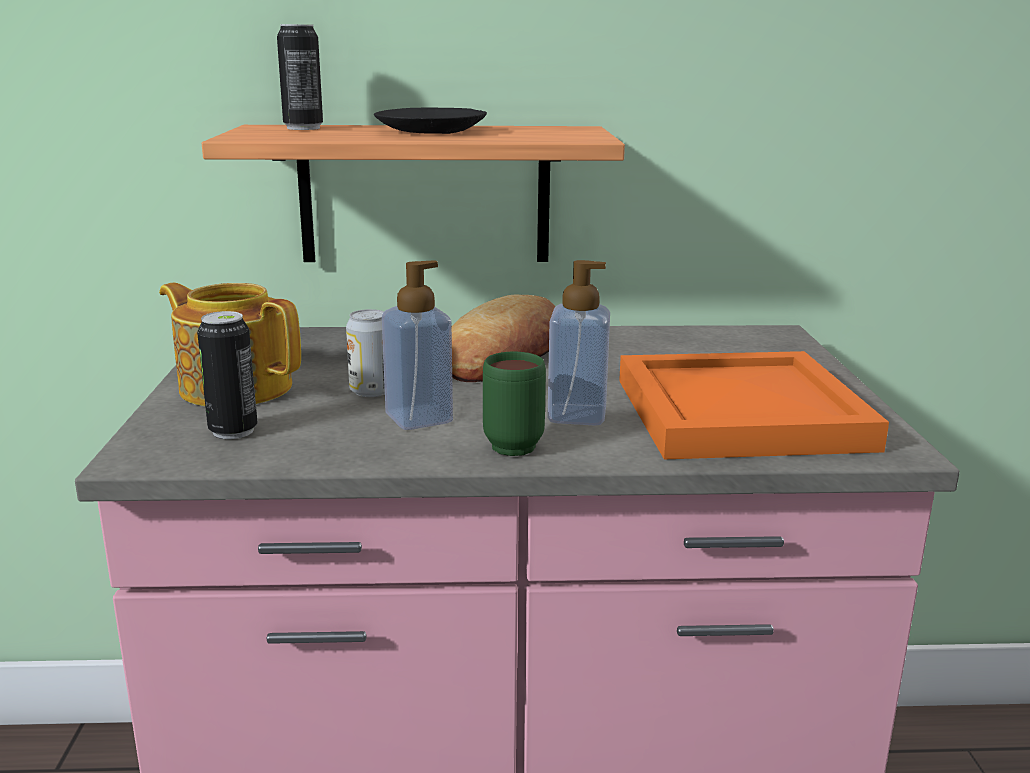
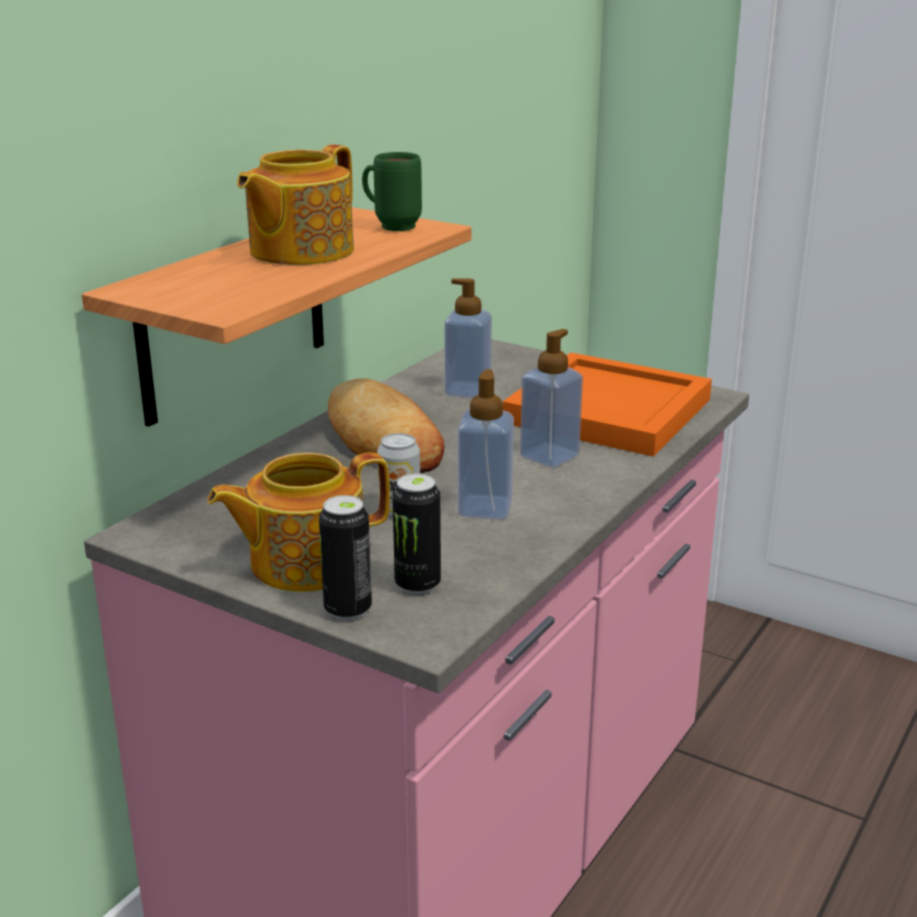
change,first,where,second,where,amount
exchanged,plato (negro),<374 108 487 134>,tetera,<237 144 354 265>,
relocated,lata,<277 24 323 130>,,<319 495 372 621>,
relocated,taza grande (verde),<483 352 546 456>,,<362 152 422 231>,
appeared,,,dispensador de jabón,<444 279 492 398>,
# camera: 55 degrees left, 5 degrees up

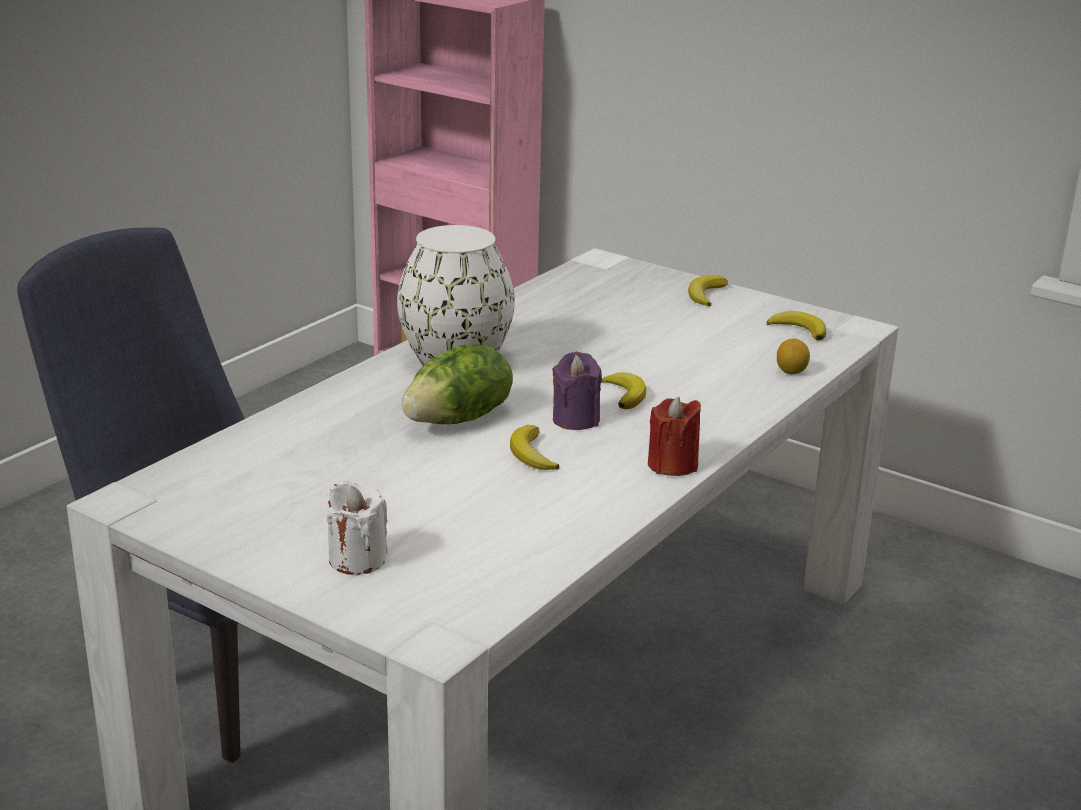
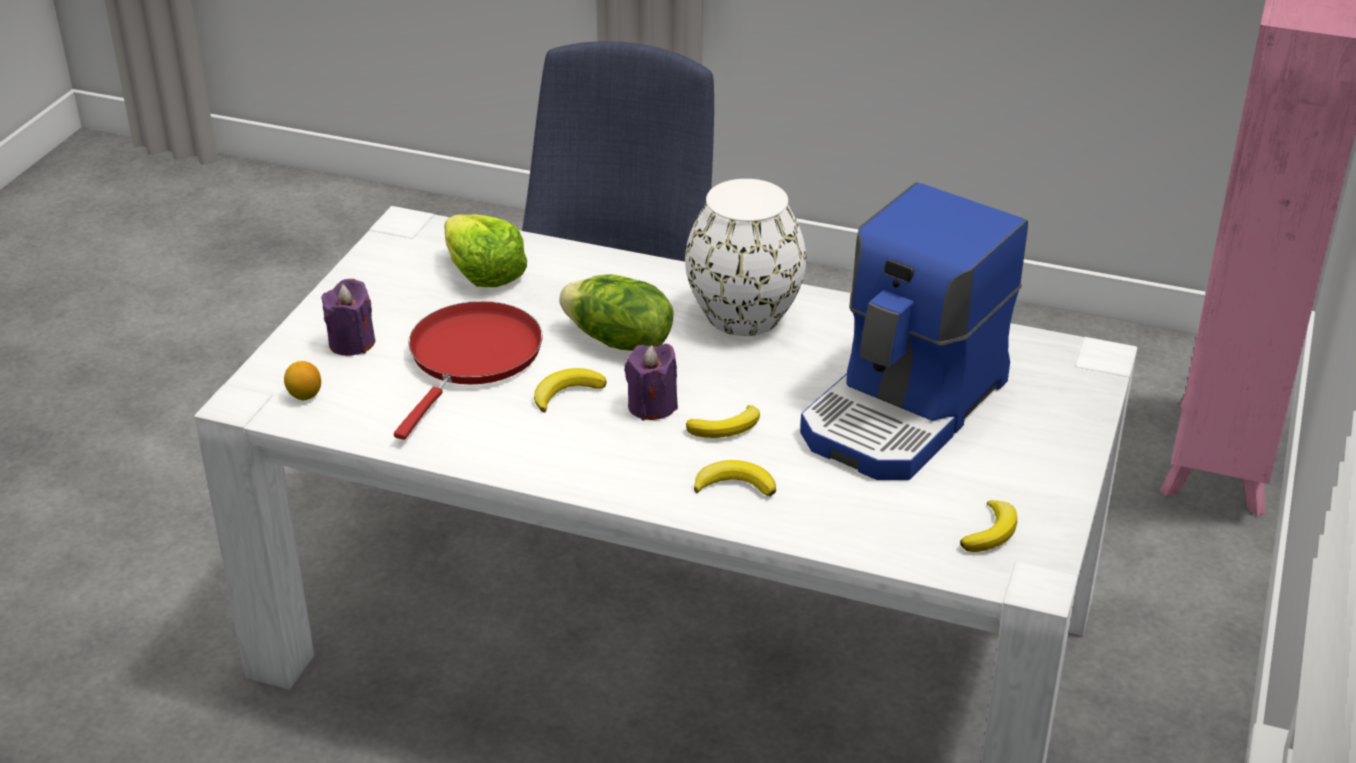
change,first,where,second,where,amount
relocated,limón,<777 339 810 374>,,<284 361 321 400>,
colour,vela (blanco),<327 481 388 575>,vela (morado),<321 279 375 356>,
appeared,,,sartén (rojo),<394 301 543 440>,
appeared,,,lechuga,<444 214 527 287>,
relocated,plátano,<688 275 728 307>,,<694 460 776 496>,
appeared,,,cafetera,<800 182 1028 480>,
missing,vela (rojo),<648 396 701 476>,,,
# camera: 75 degrees right, 10 degrees up

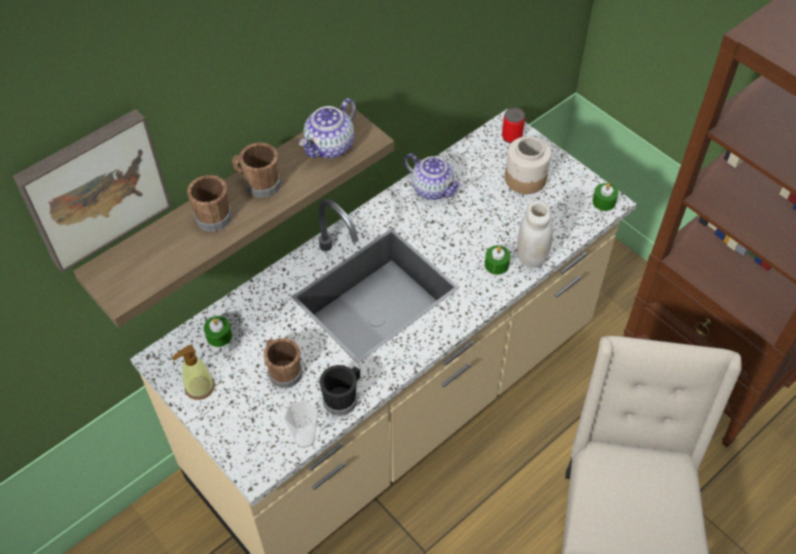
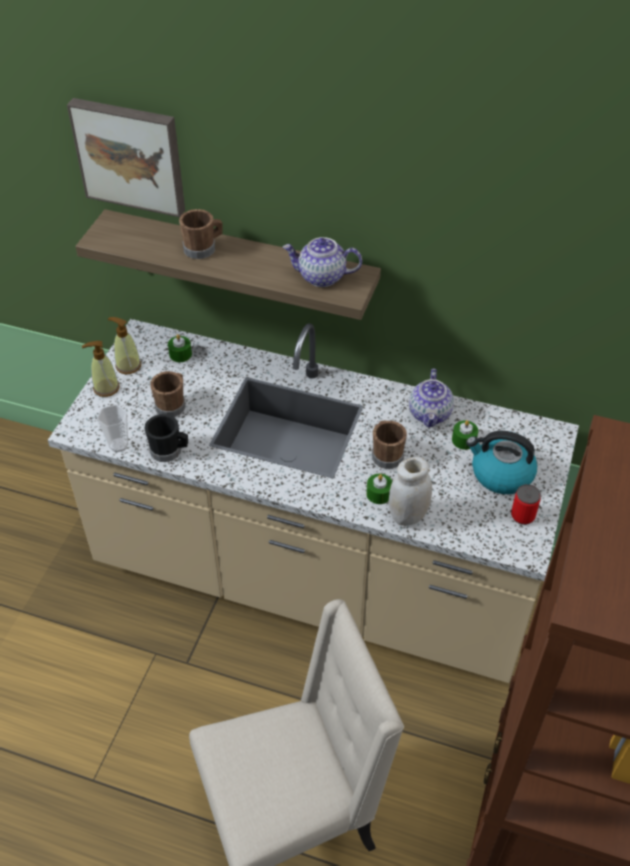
change,first,where,second,where,amount
appeared,,,dispensador de jabón,<82 341 120 397>,
relocated,taza grande (marrón),<232 143 281 198>,,<372 421 407 469>,
relocated,vela (verde),<592 183 618 211>,,<452 420 478 450>,
exchanged,tarro,<505 136 551 194>,hervidor,<466 431 537 494>,
relocated,lata,<502 108 525 143>,,<511 484 541 525>,
# camera: 60 degrees right, 5 degrees down

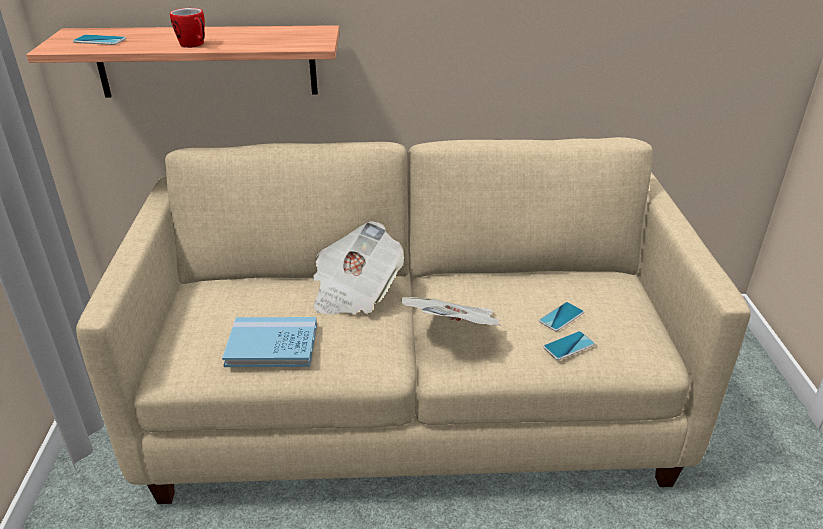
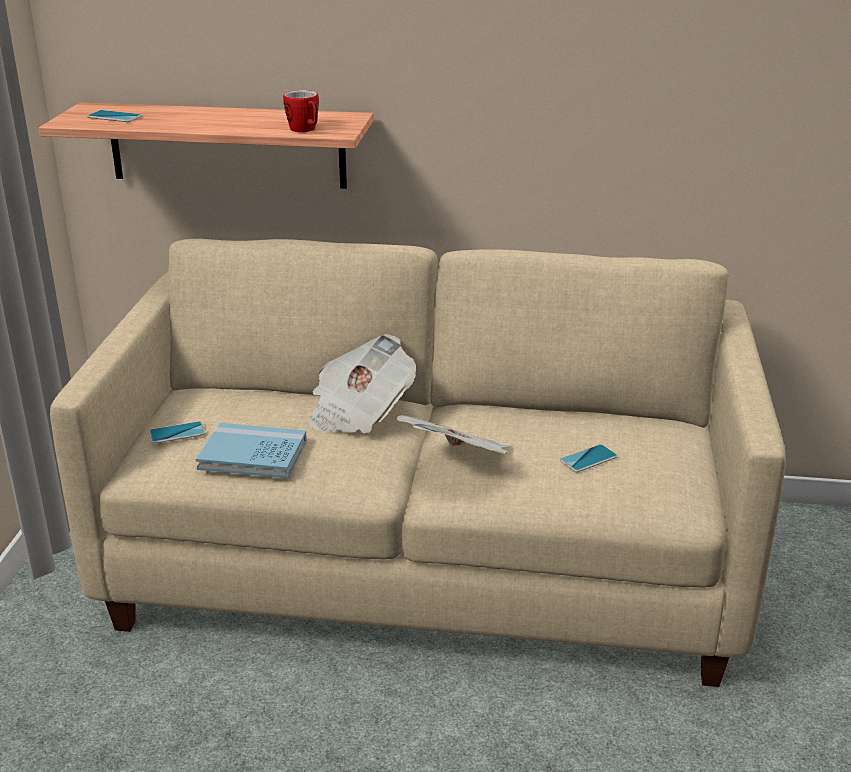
change,first,where,second,where,amount
relocated,móvil,<543 331 595 360>,,<149 421 205 444>,
relocated,taza grande,<170 8 205 48>,,<283 90 319 132>,
# camera: 10 degrees right, 5 degrees down

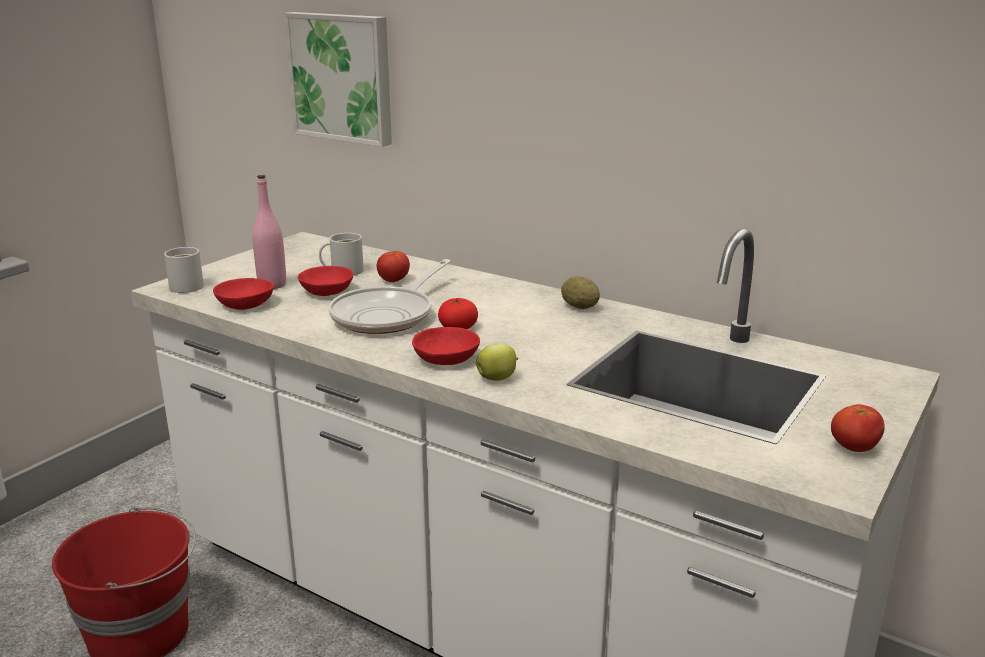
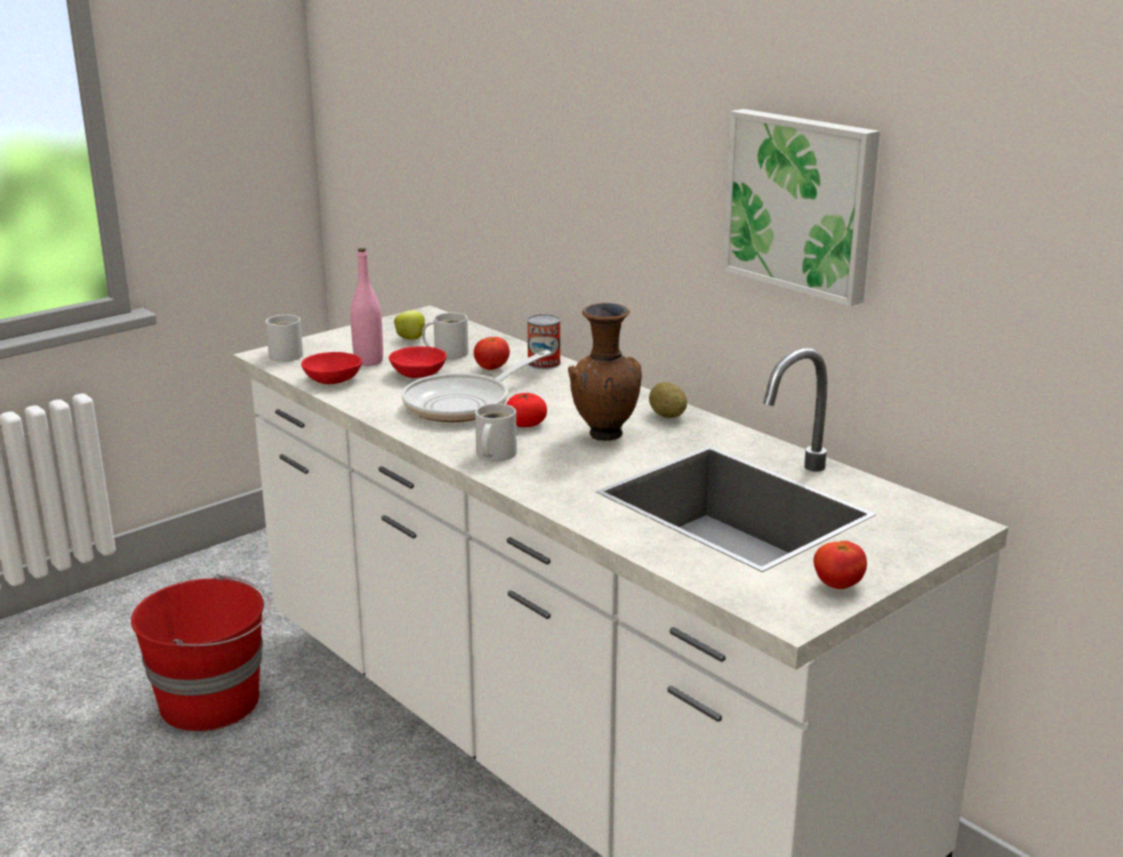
change,first,where,second,where,amount
relocated,manzana,<476 343 518 381>,,<394 310 425 340>,
exchanged,cuenco (rojo),<412 327 480 365>,taza grande (blanco),<475 403 517 461>,
appeared,,,lata,<527 314 561 369>,
appeared,,,florero (marrón),<568 303 642 441>,
relocated,cuadro,<284 12 392 147>,,<722 109 880 307>,
# camera: 15 degrees right, 0 degrees up

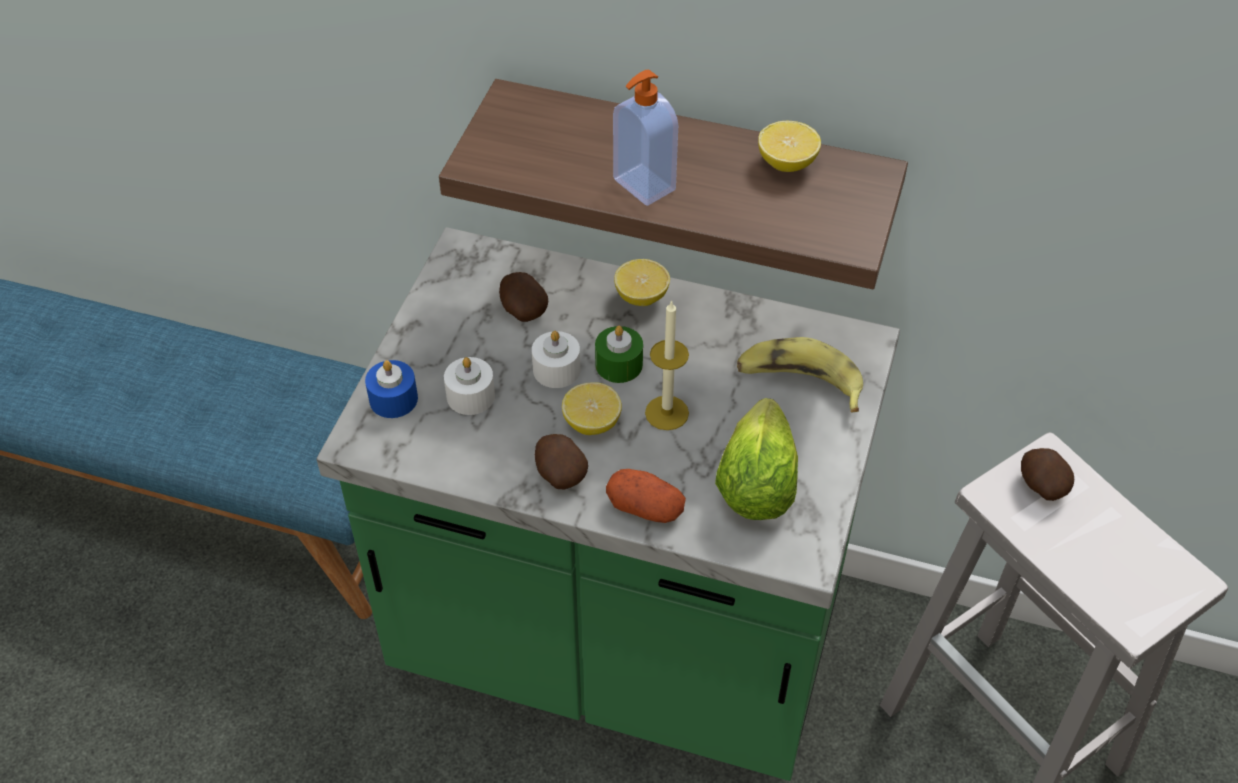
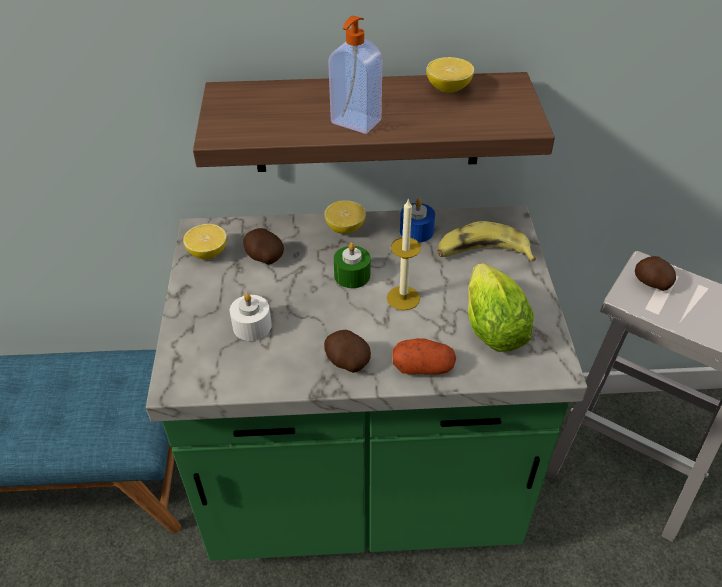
change,first,where,second,where,amount
relocated,limón,<562 382 622 435>,,<183 224 227 260>,
relocated,vela (azul),<365 360 418 418>,,<400 198 435 242>,
missing,vela (blanco),<532 331 580 388>,,,
# camera: 20 degrees left, 5 degrees down

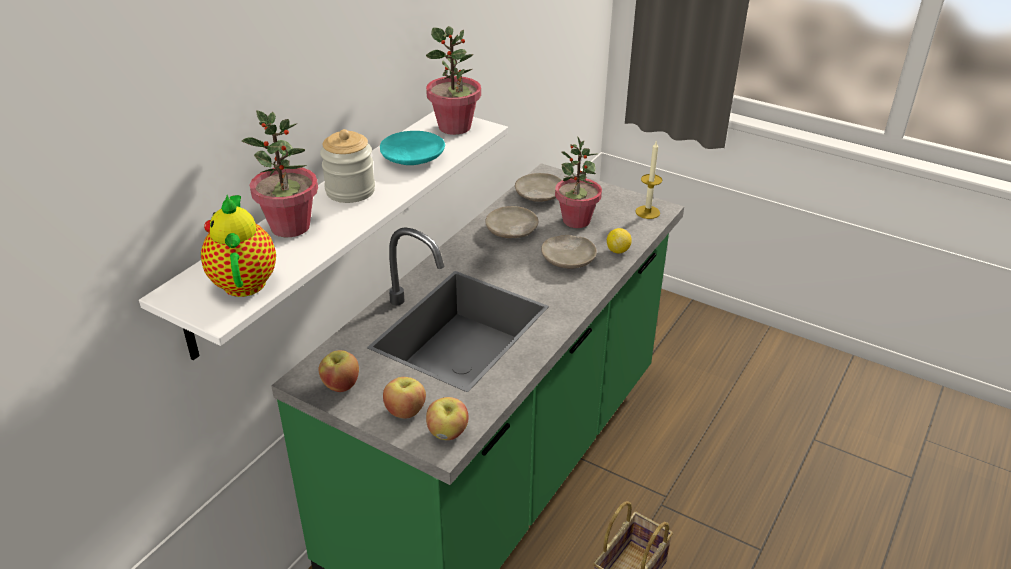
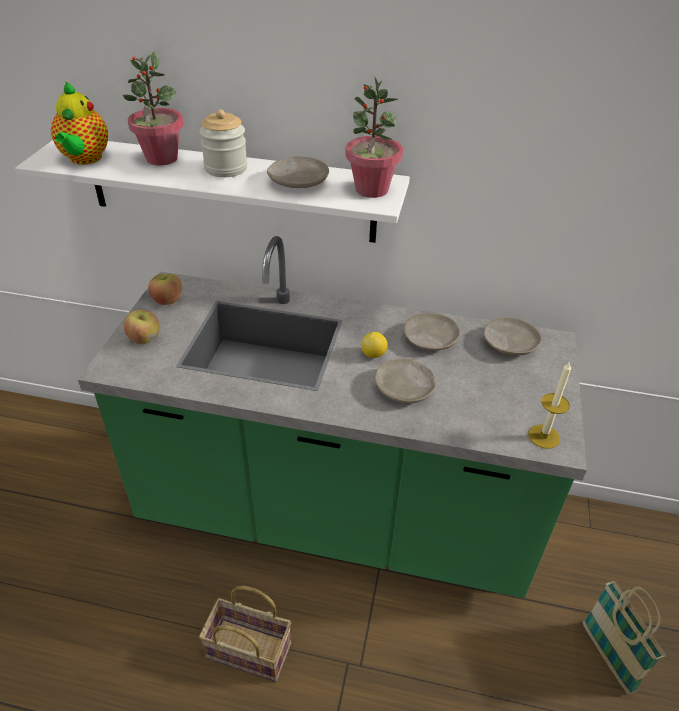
change,first,where,second,where,amount
spun,tetera,<201 195 276 297>,,<51 82 108 165>,120 degrees clockwise
colour,plato (turquesa),<380 131 445 165>,plato (beis),<267 156 329 188>,
relocated,limón,<607 228 632 254>,,<361 332 388 358>,
appeared,,,cesta,<583 581 666 694>,
missing,manzana,<426 397 469 440>,,,
missing,planta en maceta,<555 136 602 228>,,,
# camera: 70 degrees right, 5 degrees up

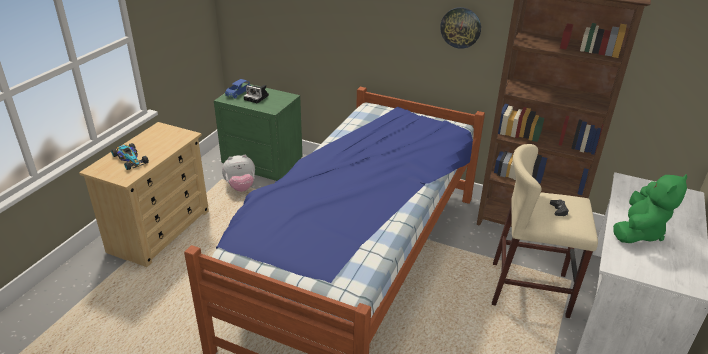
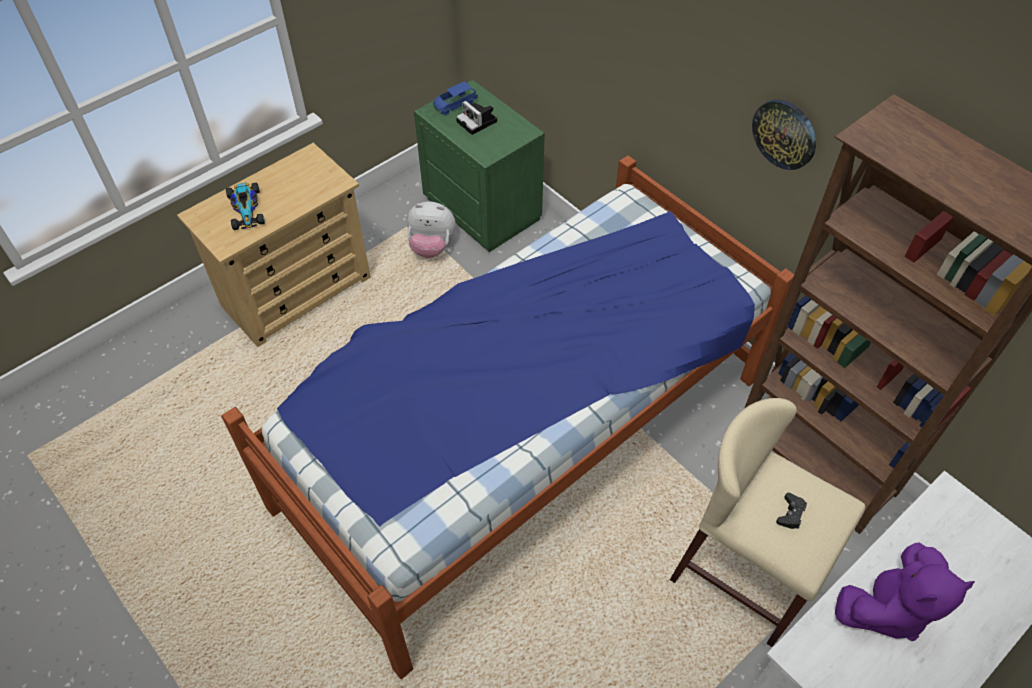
change,first,where,second,where,amount
colour,peluche (verde),<613 174 687 243>,peluche (morado),<835 543 975 641>,
# camera: 25 degrees right, 20 degrees up

